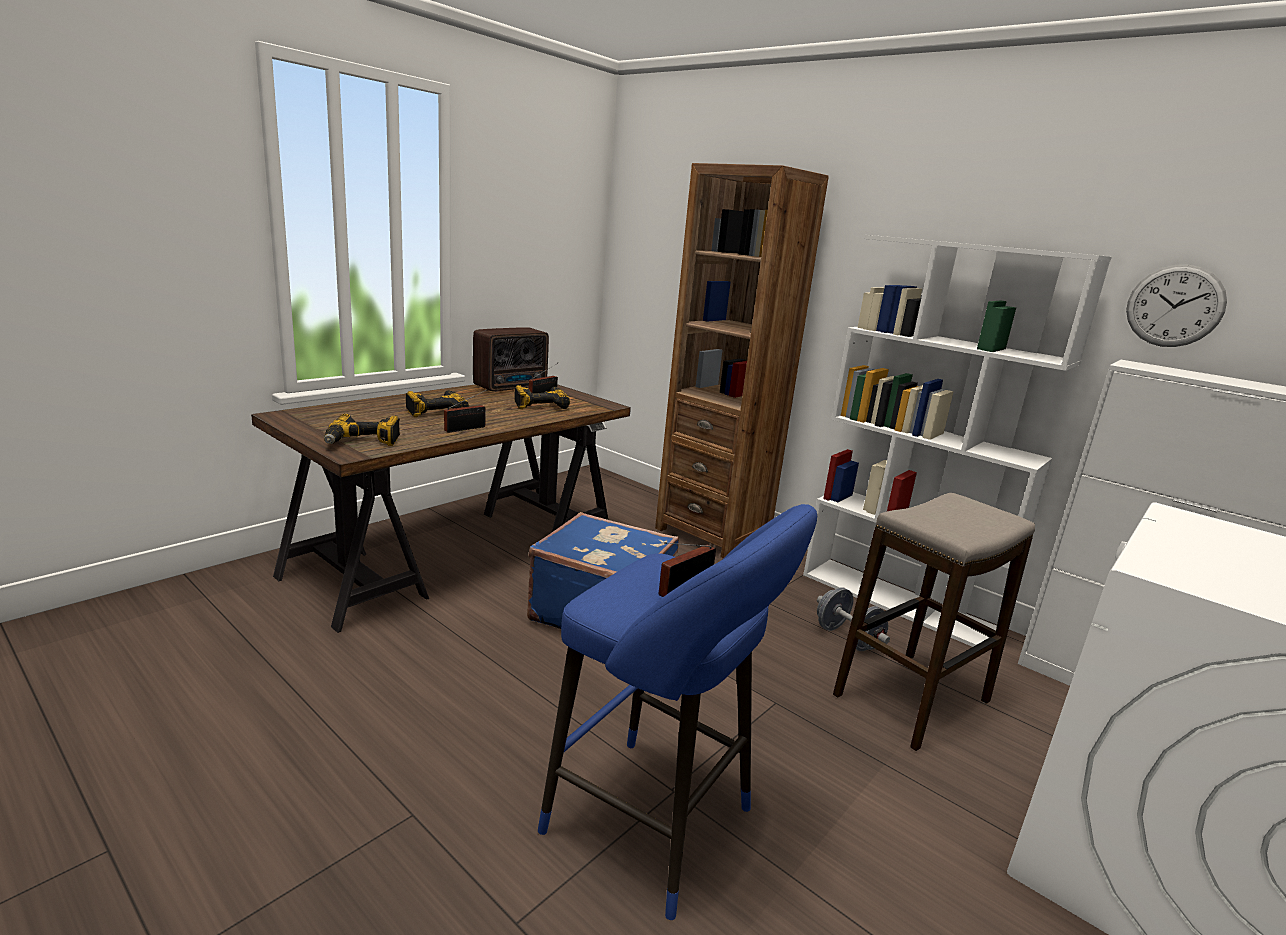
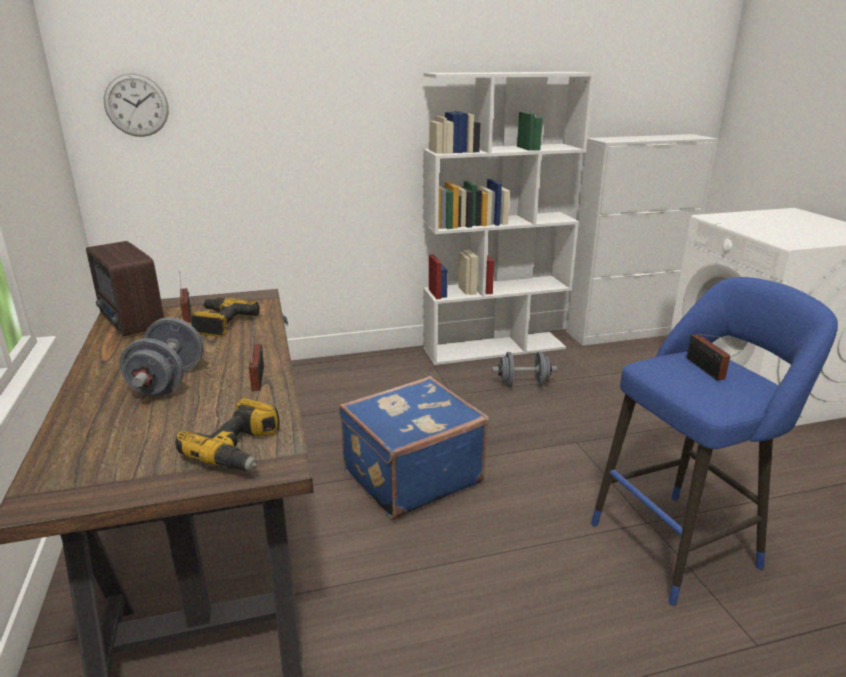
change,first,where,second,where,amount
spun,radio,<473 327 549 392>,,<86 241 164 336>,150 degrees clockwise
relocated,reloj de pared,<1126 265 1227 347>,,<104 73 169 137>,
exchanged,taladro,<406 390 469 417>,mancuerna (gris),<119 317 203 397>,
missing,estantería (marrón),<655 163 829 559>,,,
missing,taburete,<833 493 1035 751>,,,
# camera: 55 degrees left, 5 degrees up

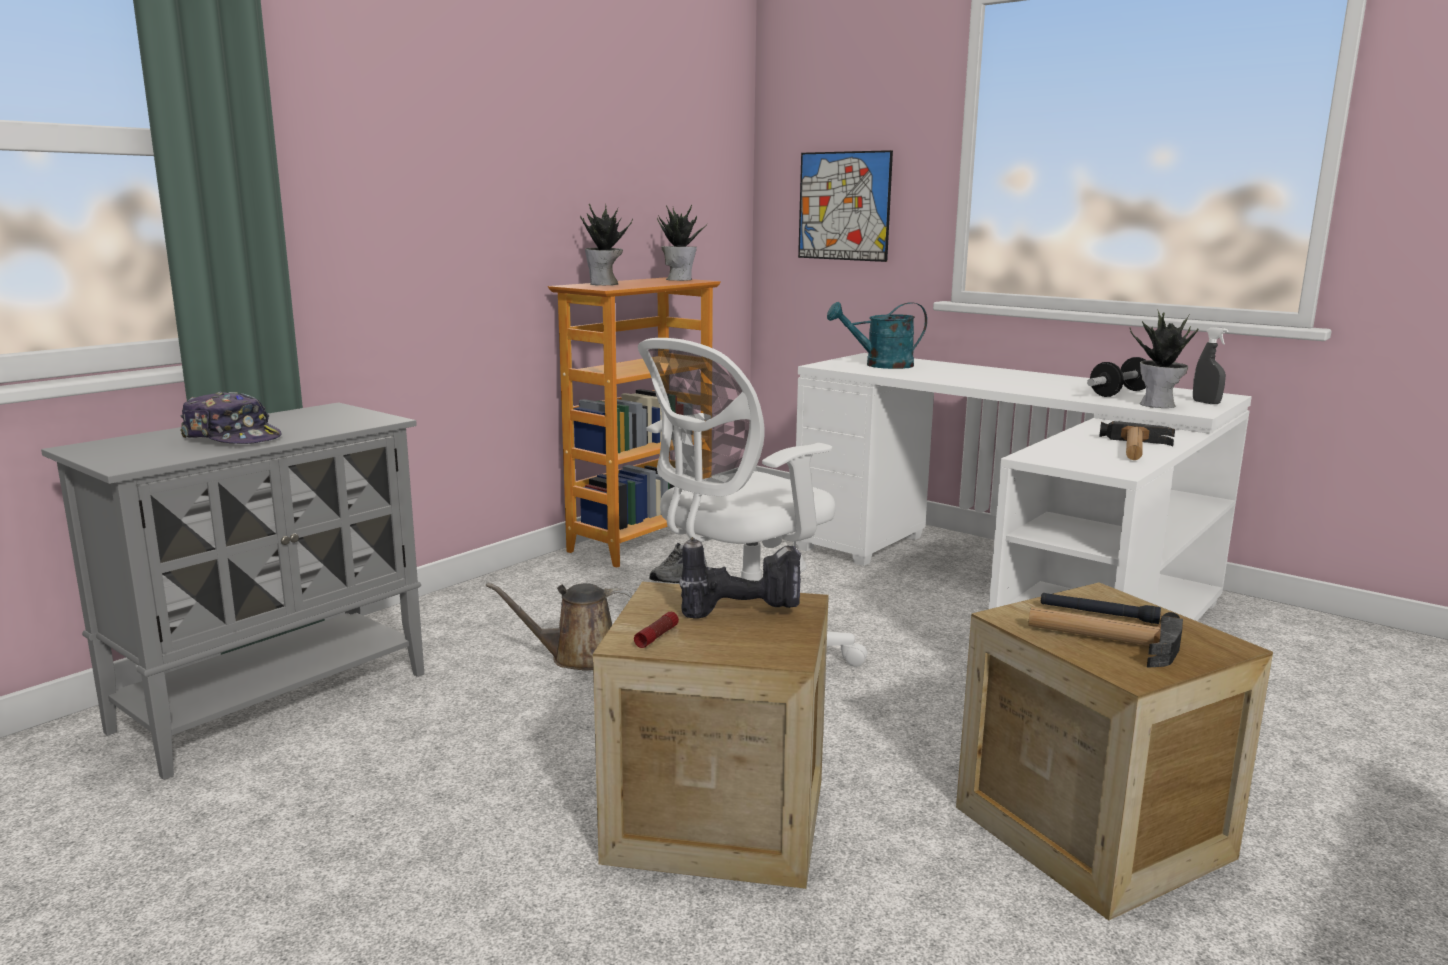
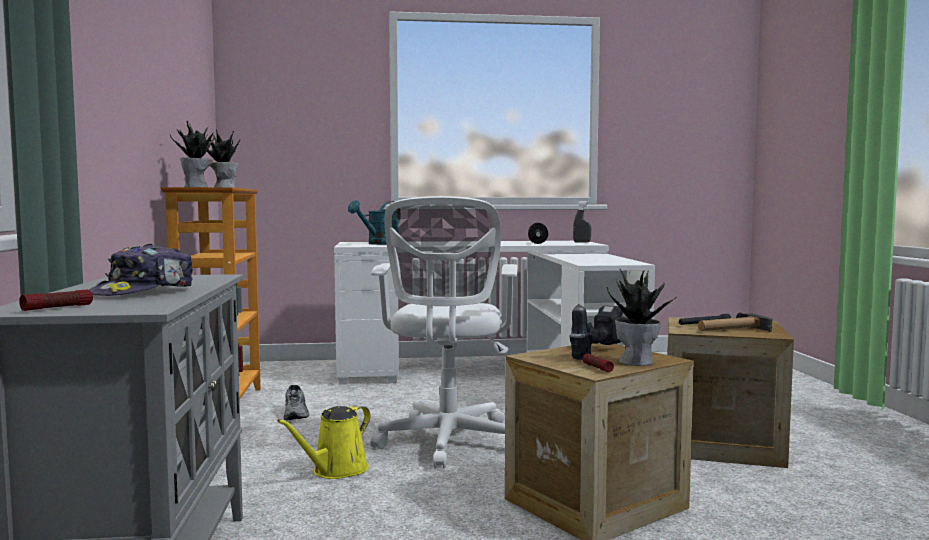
change,first,where,second,where,amount
appeared,,,linterna,<19 290 93 311>,
spun,gorra,<180 391 282 444>,,<89 244 193 296>,135 degrees clockwise
colour,regadera (marrón),<486 583 632 671>,regadera (amarillo),<277 405 371 479>,
relocated,planta en maceta,<1130 311 1198 408>,,<607 269 676 366>,
missing,cuadro,<798 150 893 262>,,,
missing,martillo,<1099 421 1175 460>,,,
# camera: 45 degrees left, 10 degrees down

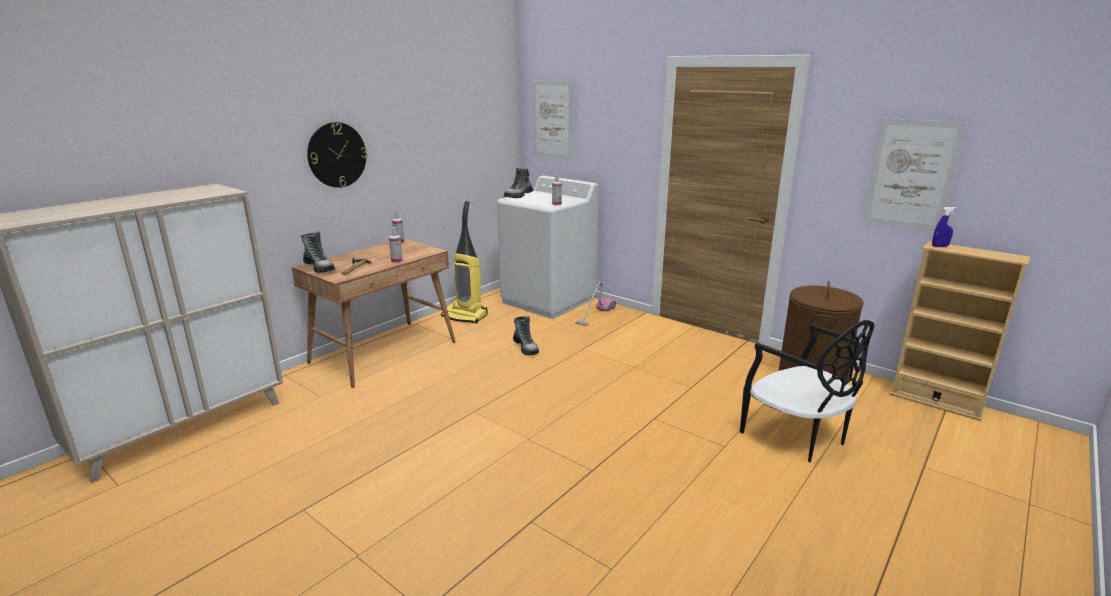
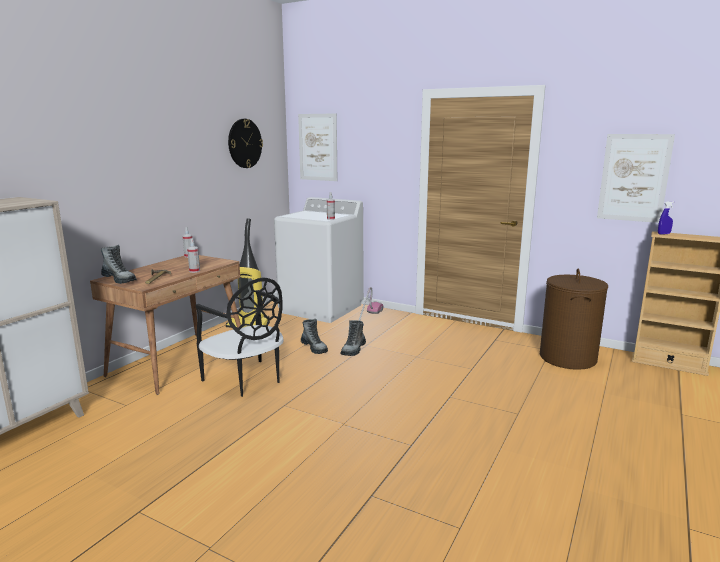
change,first,where,second,where,amount
relocated,silla (negro),<740 320 874 462>,,<196 277 284 397>,
relocated,reloj de pared,<307 122 367 188>,,<228 119 263 168>,
relocated,bota,<504 168 533 198>,,<341 320 366 356>,
# camera: 10 degrees left, 5 degrees down

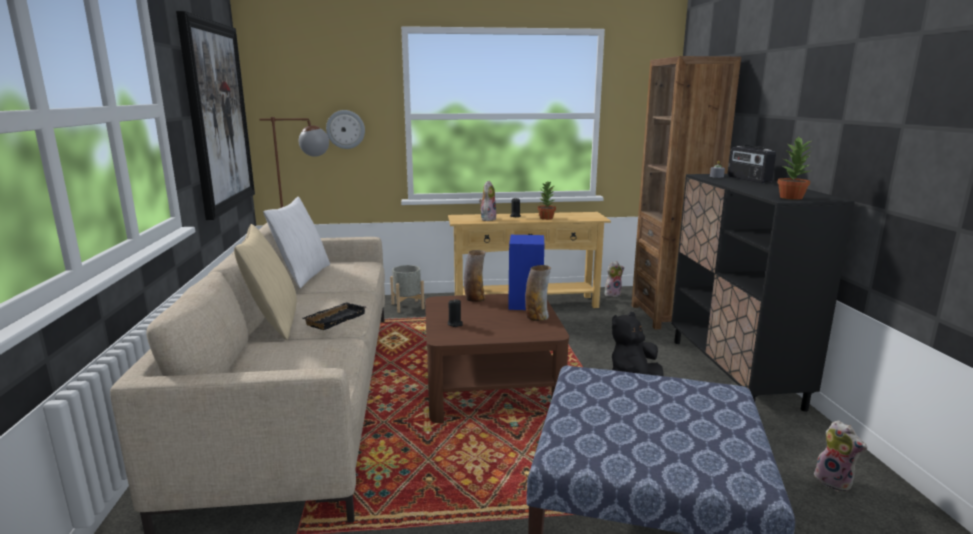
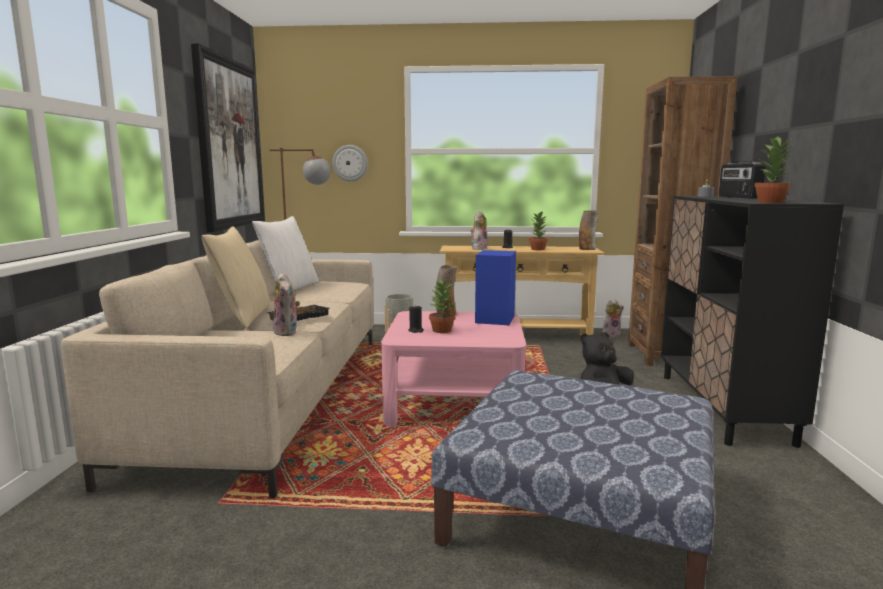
change,first,where,second,where,amount
relocated,peluche,<812 420 867 491>,,<273 272 300 336>,
colour,mesa de centro (marrón),<425 294 569 423>,mesa de centro (rosa),<381 311 526 427>,
appeared,,,planta en maceta,<428 278 455 333>,
relocated,florero,<525 265 551 321>,,<579 210 599 250>,
# camera: 10 degrees right, 5 degrees down

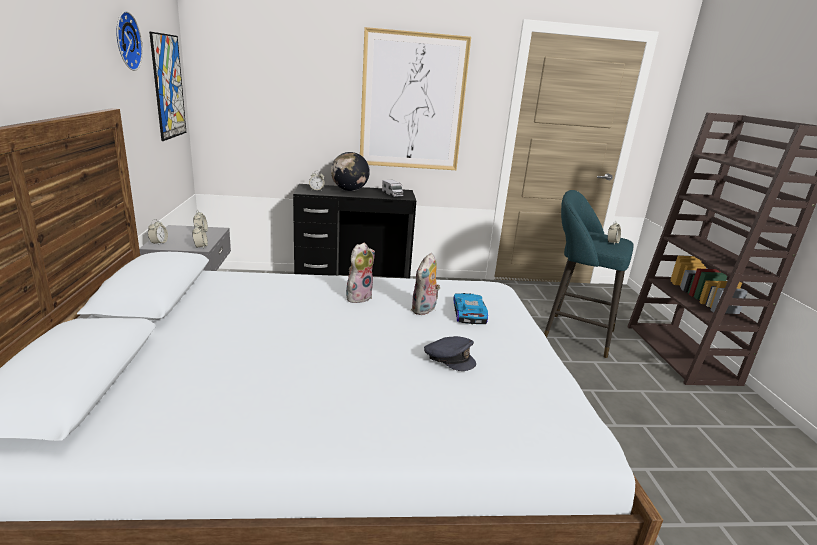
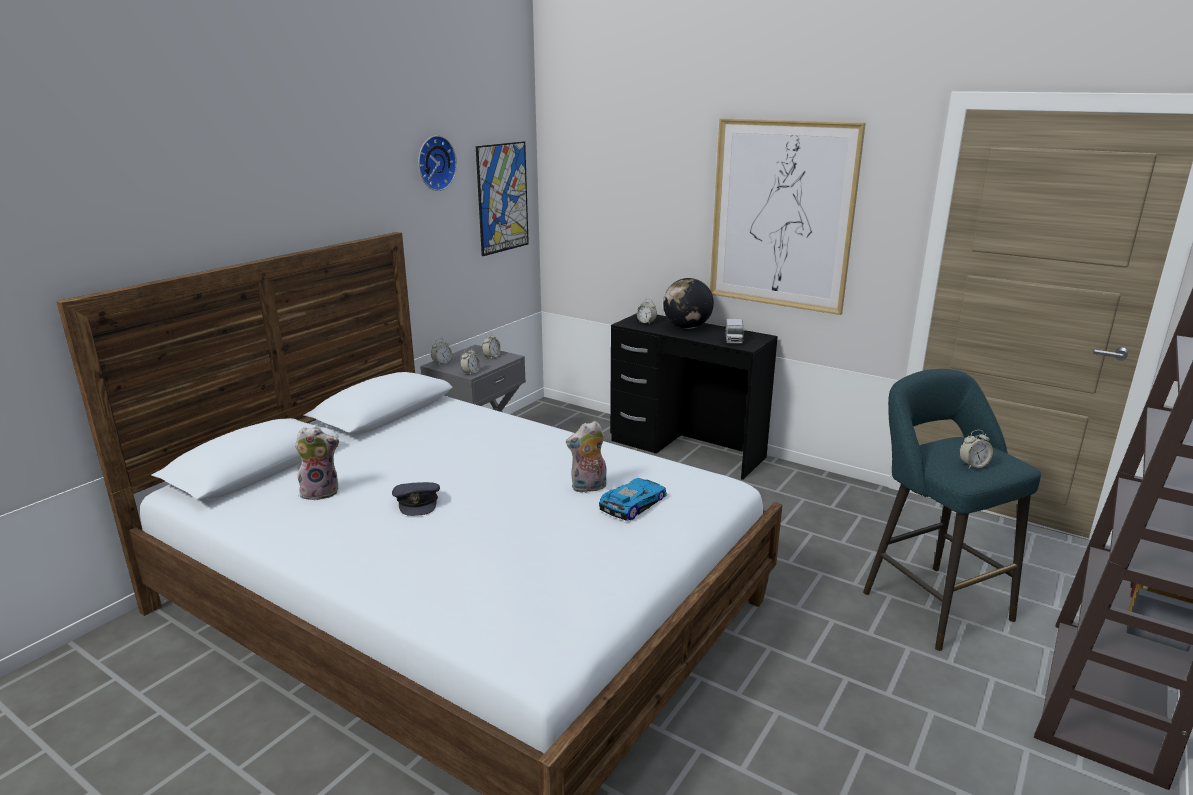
change,first,where,second,where,amount
relocated,peluche,<346 243 375 303>,,<295 427 339 500>,
relocated,gorra (gris),<424 336 476 371>,,<392 482 440 516>,
# camera: 40 degrees right, 0 degrees up

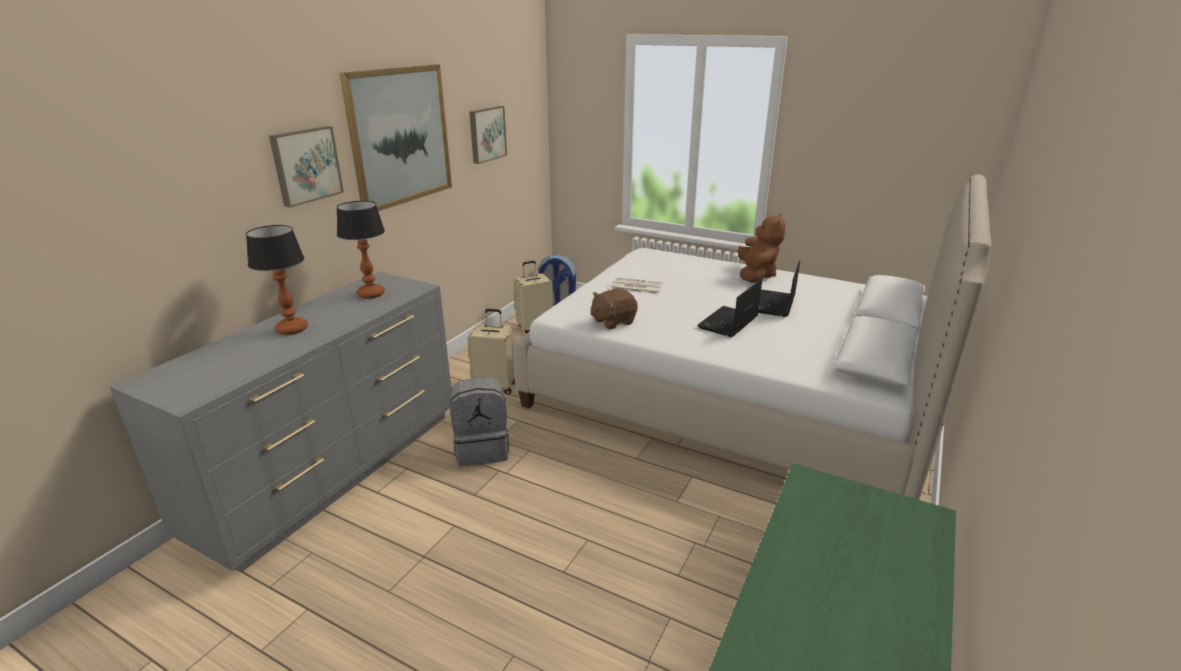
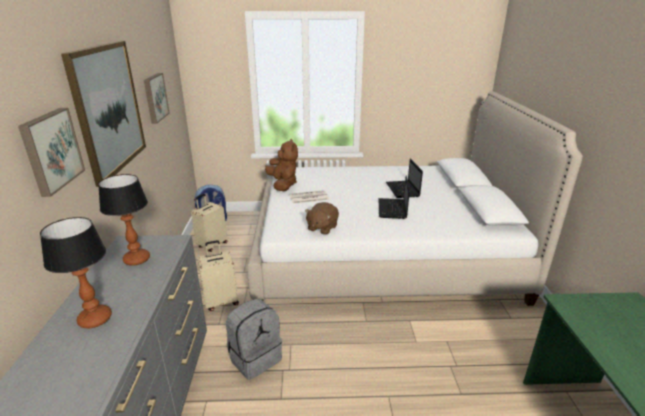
change,first,where,second,where,amount
relocated,peluche (marrón),<738 213 785 283>,,<265 139 298 191>,
# camera: 30 degrees left, 0 degrees up

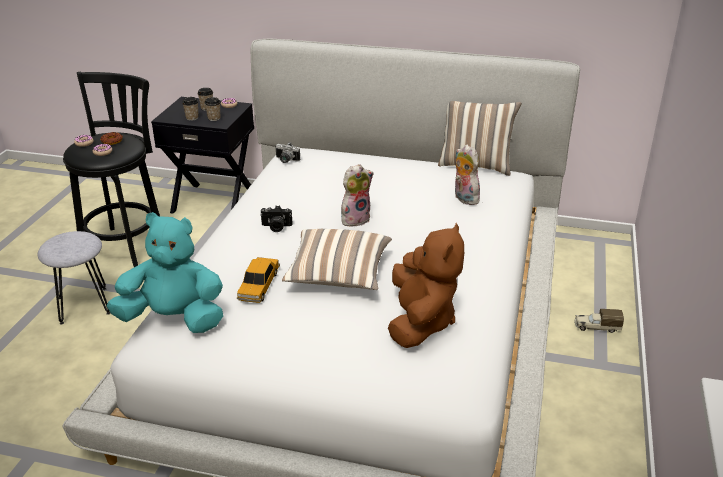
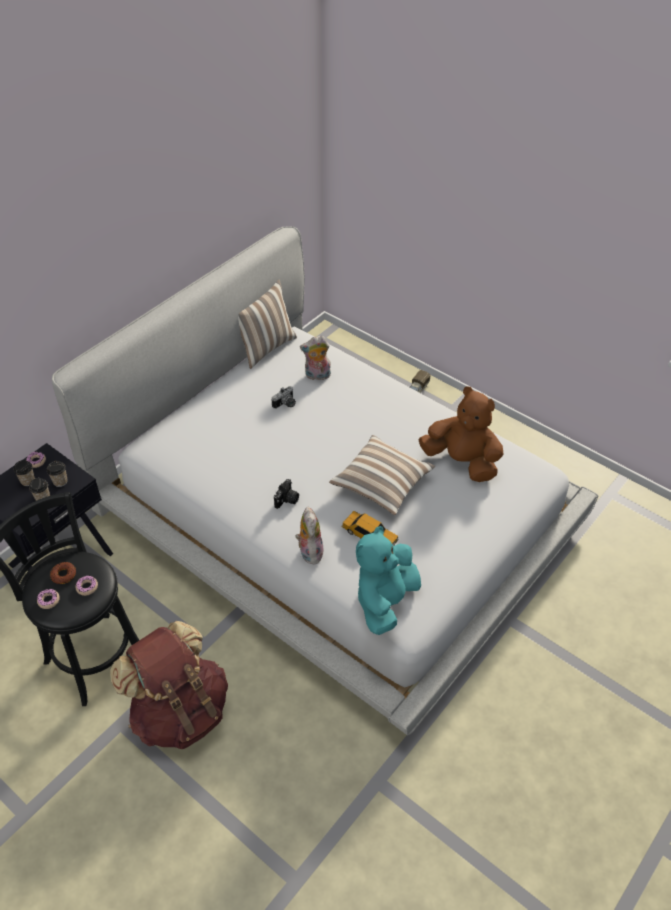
change,first,where,second,where,amount
exchanged,taburete (gris),<38 231 110 325>,mochila (marrón),<110 621 228 749>,
relocated,cámara,<275 142 300 163>,,<272 386 296 409>,
relocated,peluche,<341 164 374 227>,,<295 507 324 564>,
# camera: 65 degrees left, 15 degrees up

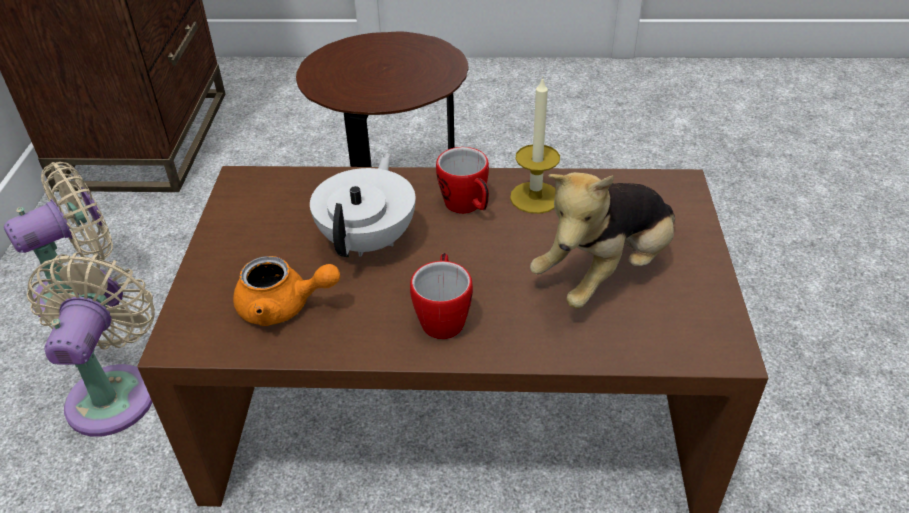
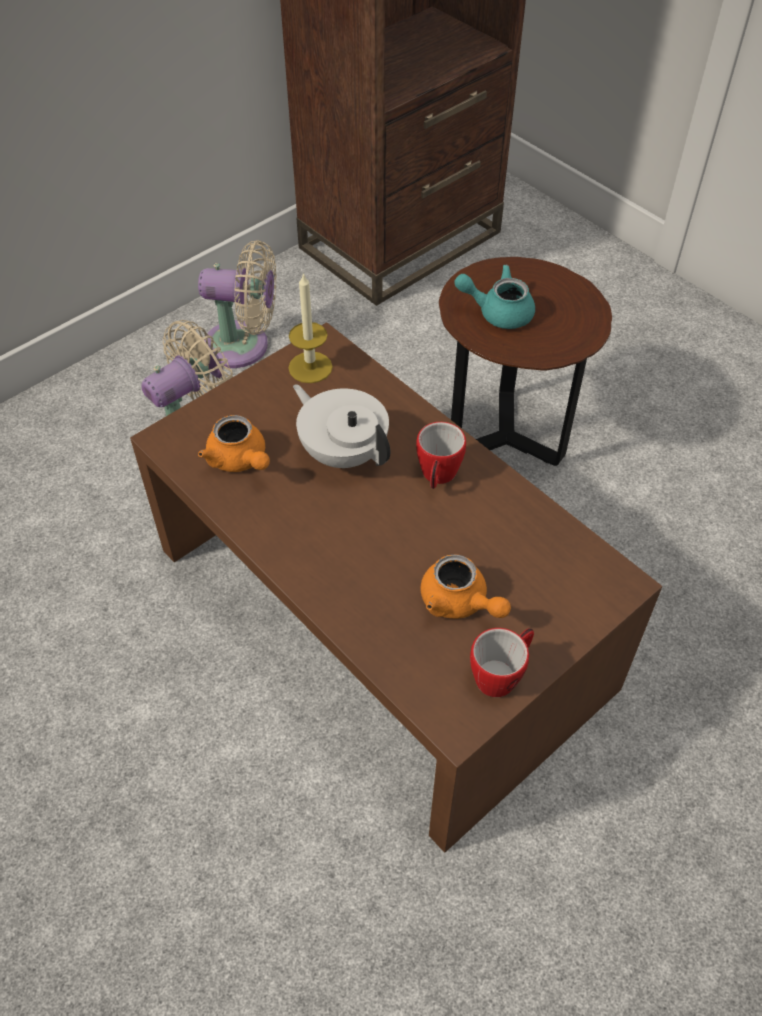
change,first,where,second,where,amount
relocated,vela,<510 77 560 214>,,<288 272 333 383>,
spun,tetera (blanco),<310 153 415 257>,,<293 384 390 468>,105 degrees counterclockwise
exchanged,peluche,<530 172 675 309>,tetera (naranja),<421 554 511 619>,
appeared,,,tetera (turquesa),<454 265 535 329>,
relocated,taza grande,<410 253 473 339>,,<470 628 534 697>,
# camera: 45 degrees right, 10 degrees up

